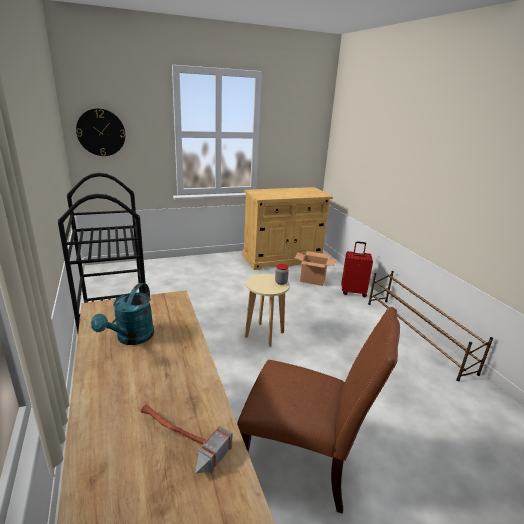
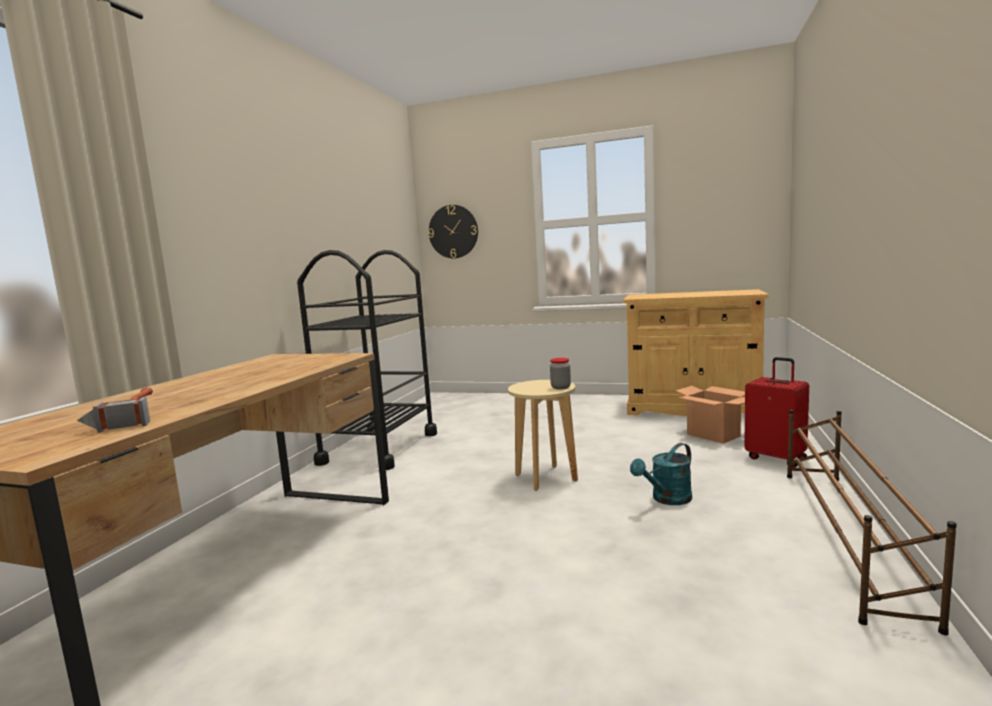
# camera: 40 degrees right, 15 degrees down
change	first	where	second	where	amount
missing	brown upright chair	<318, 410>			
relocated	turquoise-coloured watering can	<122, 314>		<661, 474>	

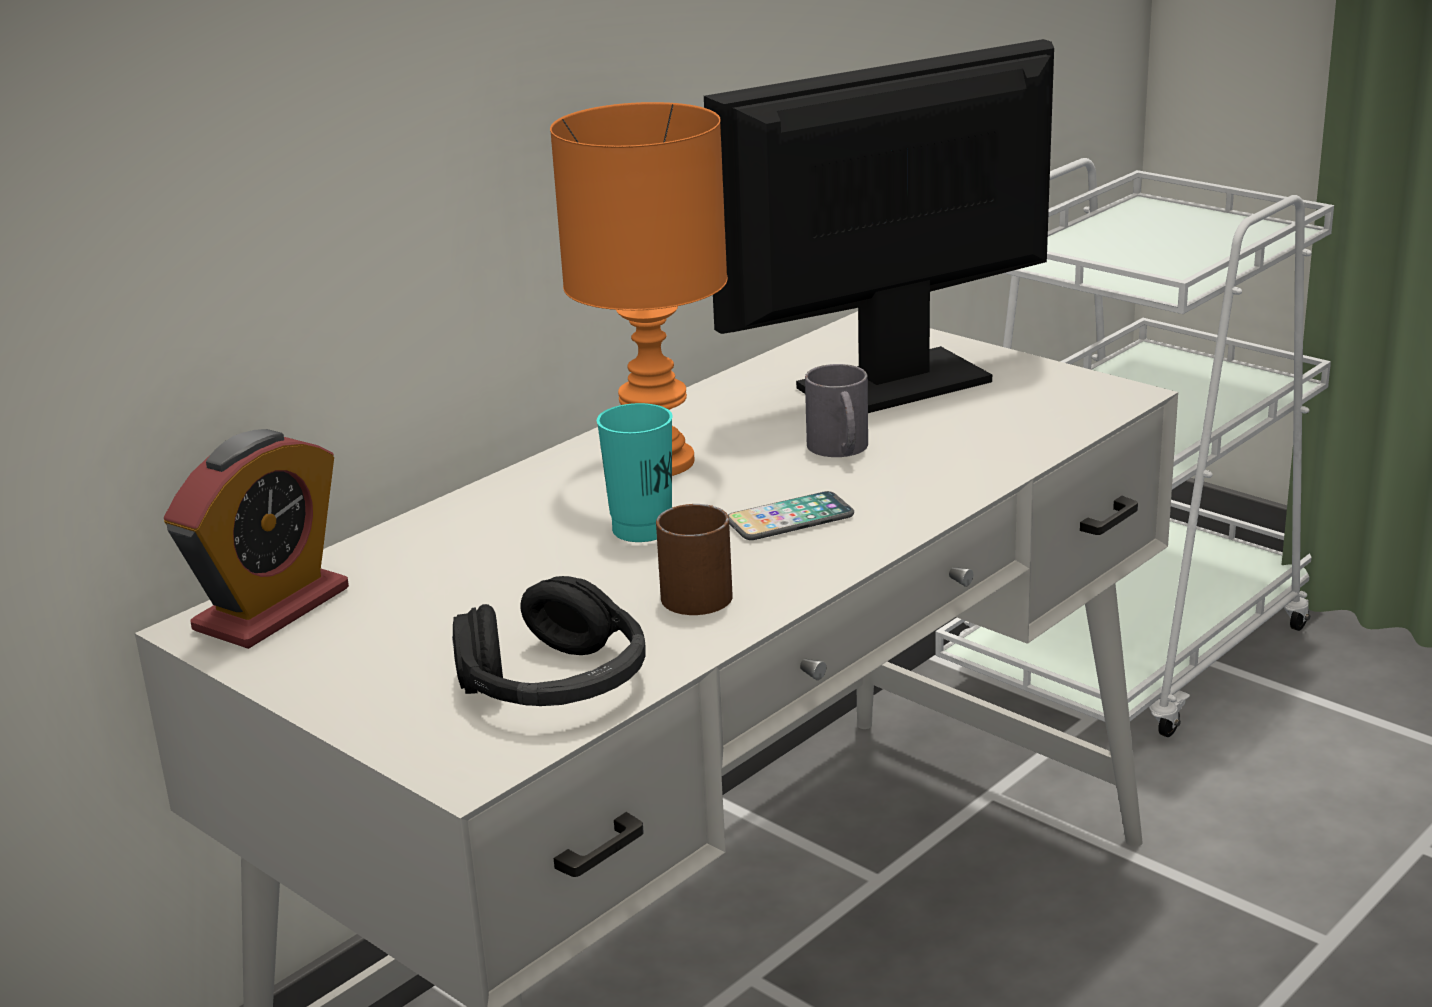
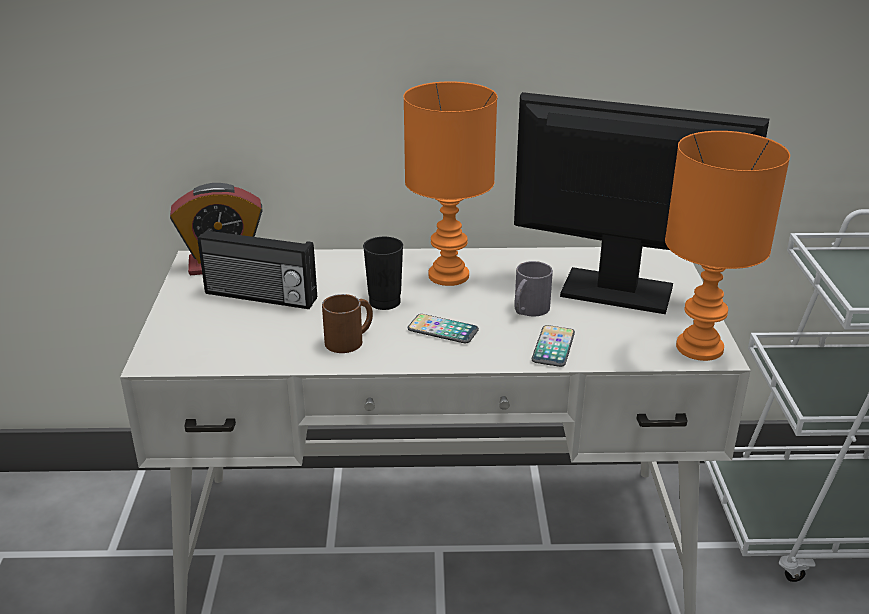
# camera: 45 degrees right, 5 degrees up
change	first	where	second	where	amount
missing	black-coloured pair of headphones	<549, 641>			
appeared			radio set	<257, 268>	
appeared			handset	<553, 346>	
appeared			orange-coloured table lamp	<727, 246>	
colour	turquoise-coloured small cup	<635, 472>	black-coloured small cup	<383, 273>	

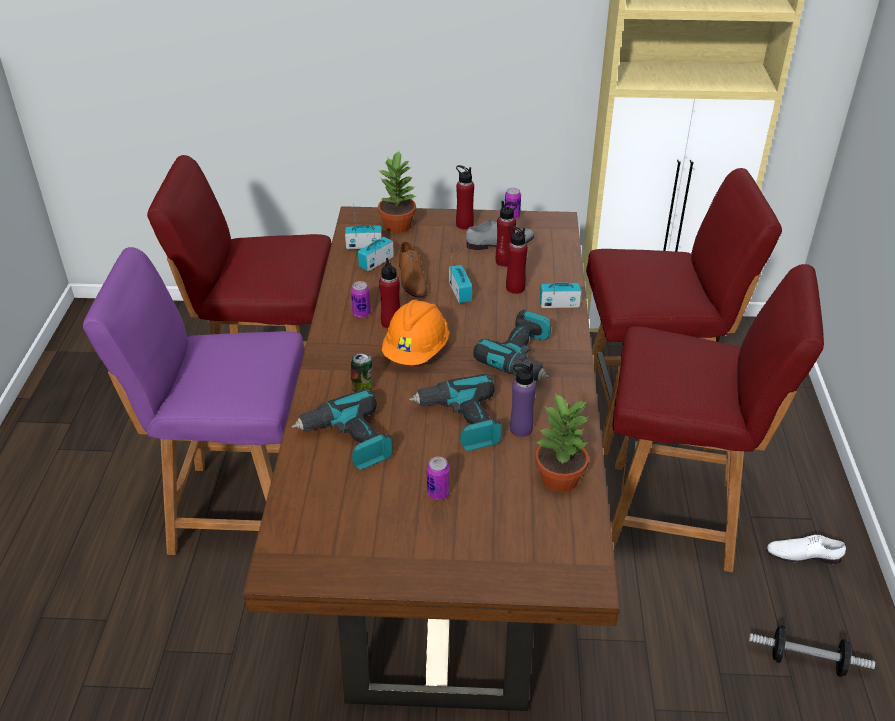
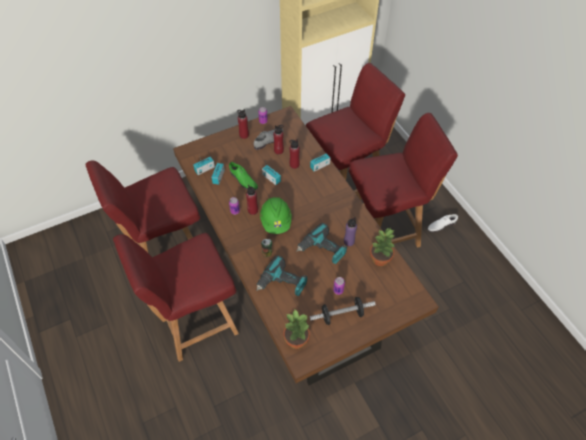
# camera: 30 degrees left, 15 degrees up
change	first	where	second	where	amount
missing	power drill	<512, 345>			
relocated	houseplant	<397, 192>		<296, 329>	
relocated	dumbbell	<812, 651>		<343, 311>	
colour	purple-coloured upright chair	<194, 401>	red-coloured upright chair	<176, 297>	
colour	orange-coloured hard hat	<415, 332>	greenish hard hat	<276, 215>	
colour	brown low shoe	<413, 269>	greenish low shoe	<243, 176>	

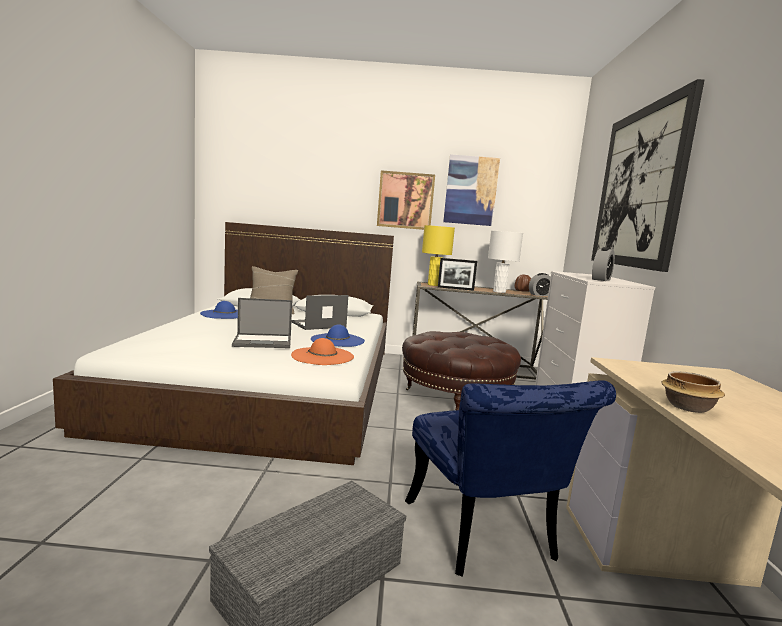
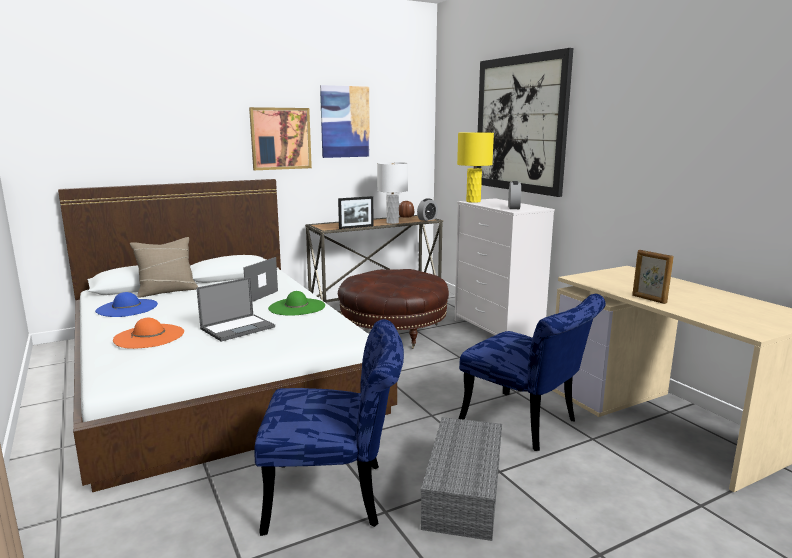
# camera: 30 degrees left, 5 degrees up
change	first	where	second	where	amount
appeared			blue upright chair	<329, 427>	
relocated	orange-coloured hat	<322, 351>		<148, 333>	
relocated	yellow table lamp	<438, 255>		<475, 167>	
exchanged	deep dish	<693, 392>	photo frame	<653, 277>	
colour	blue hat	<338, 336>	greenish hat	<296, 303>	

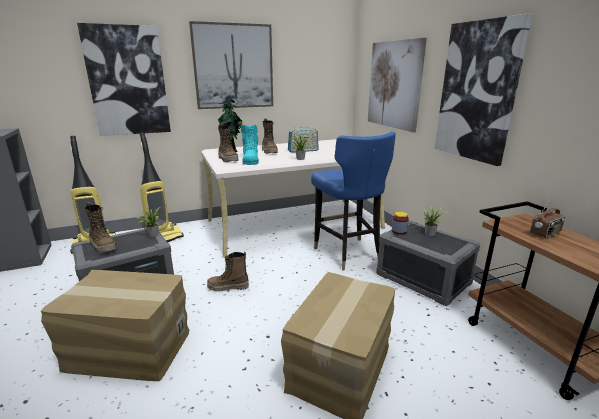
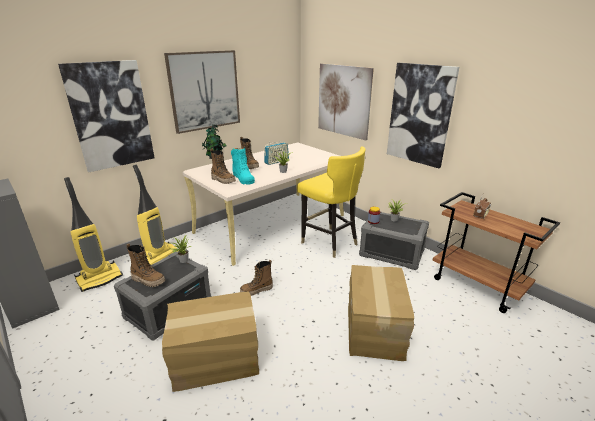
# camera: 20 degrees left, 5 degrees up
change	first	where	second	where	amount
colour	blue upright chair	<353, 201>	yellow upright chair	<331, 202>	

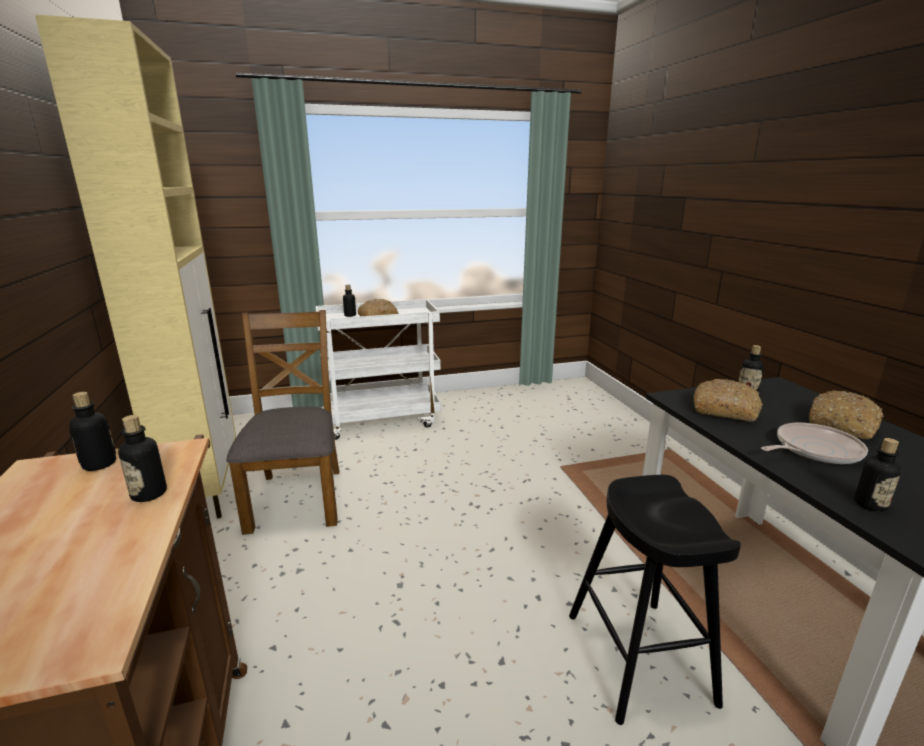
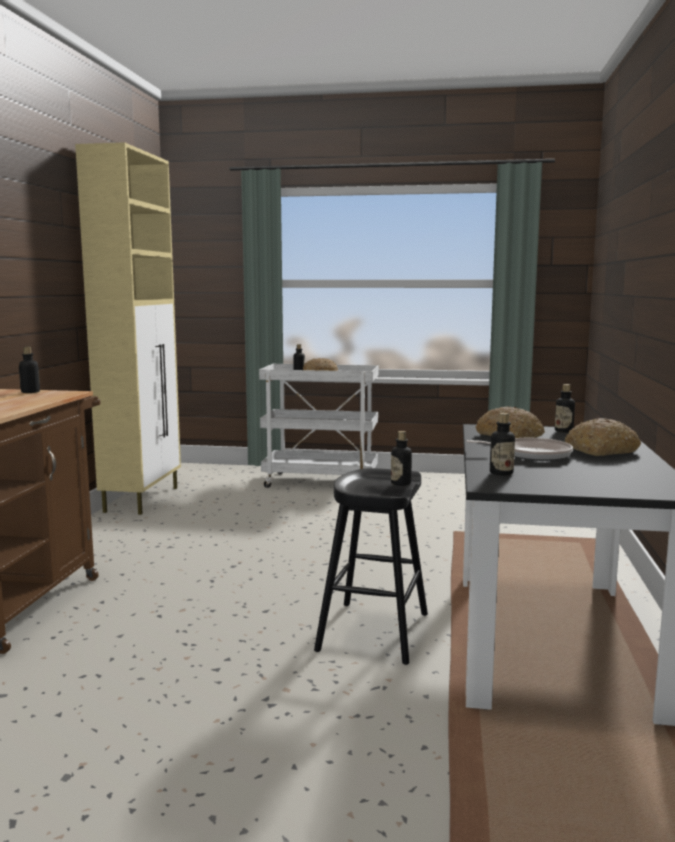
# camera: 25 degrees right, 10 degrees down
change	first	where	second	where	amount
missing	brown upright chair	<283, 422>			
relocated	bottle	<142, 458>		<401, 458>	

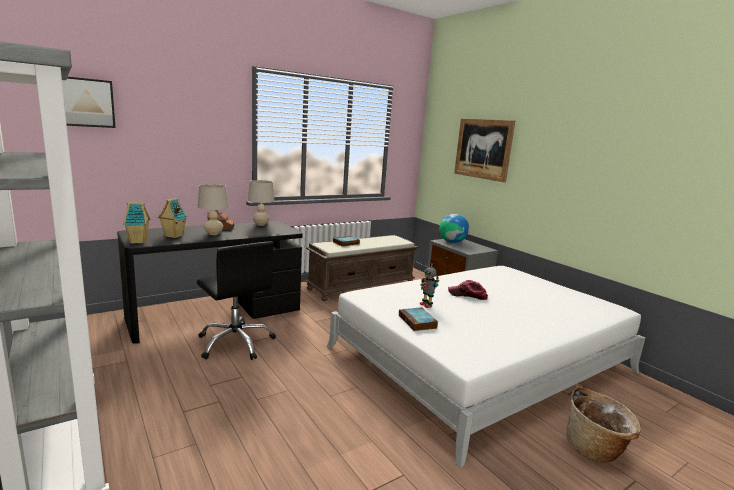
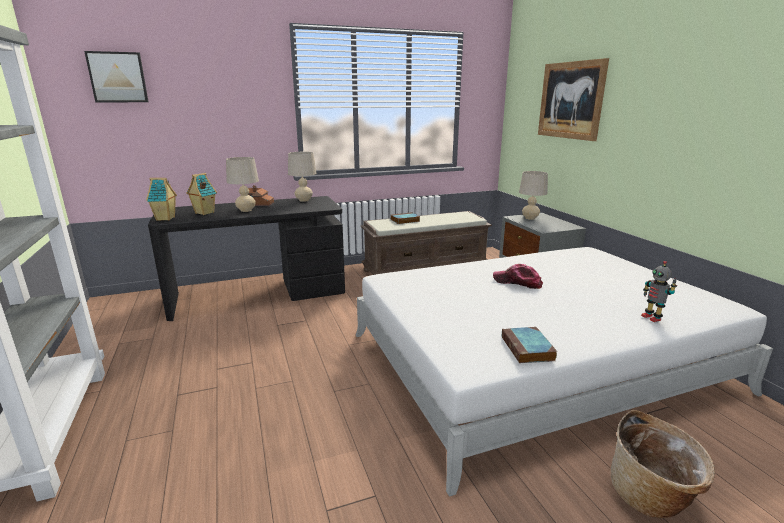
# camera: 15 degrees right, 5 degrees up
change	first	where	second	where	amount
missing	black-coloured office chair	<236, 300>			
relocated	volume	<418, 319>		<529, 345>	
relocated	model robot	<429, 285>		<659, 291>	
exchanged	desk globe	<454, 228>	beige table lamp	<533, 195>	

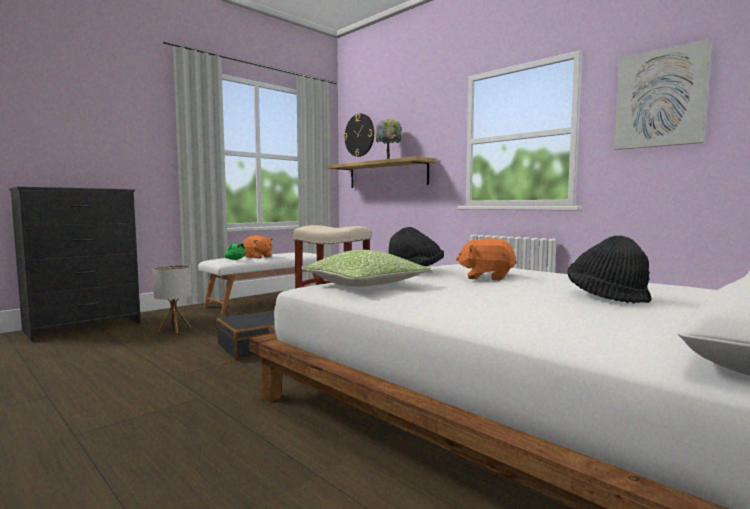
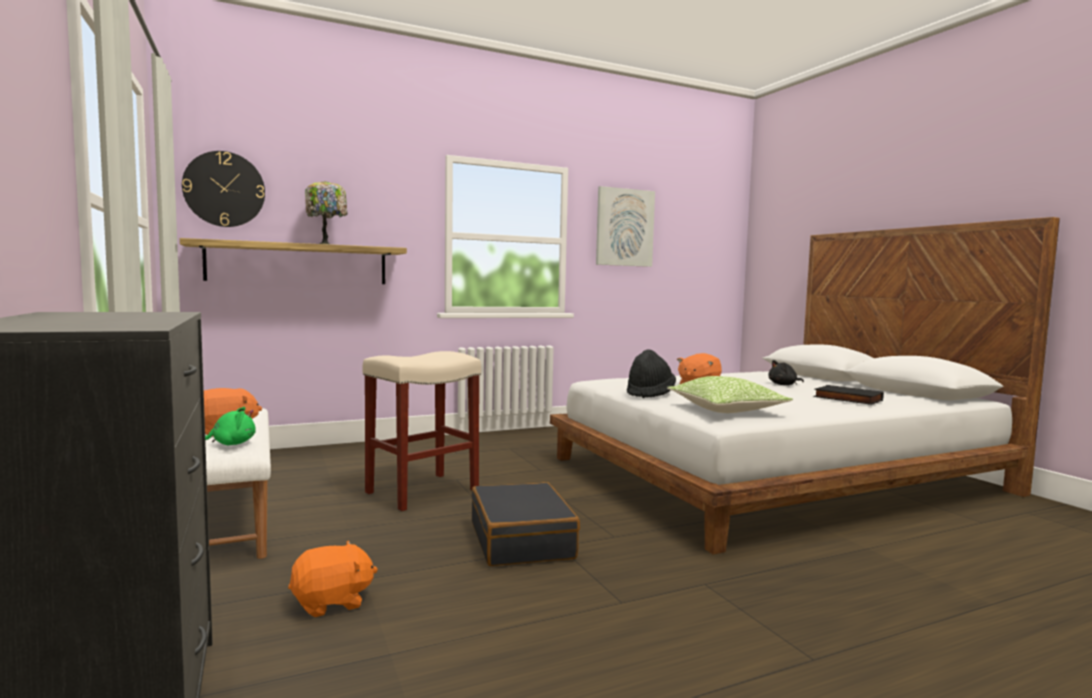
# camera: 70 degrees left, 0 degrees up
change	first	where	second	where	amount
appeared			black-coloured volume	<849, 395>	
exchanged	table lamp	<172, 299>	orange-coloured soft toy	<333, 579>	
exchanged	black-coloured hat	<610, 270>	black-coloured soft toy	<786, 372>	

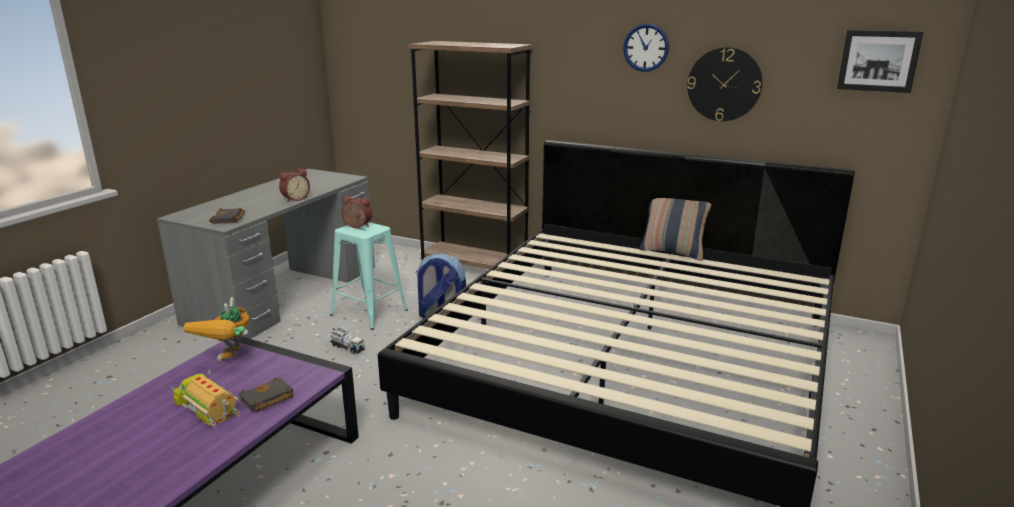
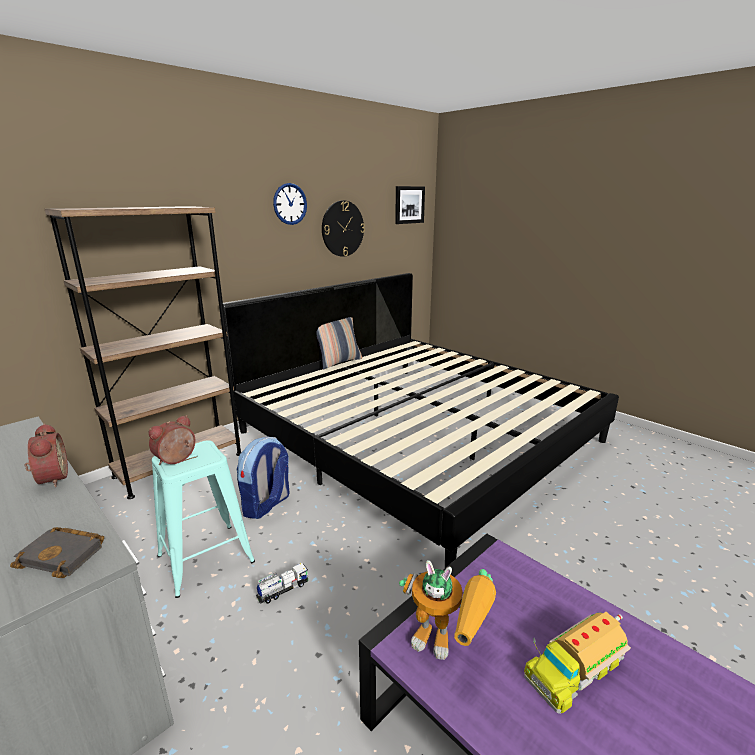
# camera: 70 degrees left, 0 degrees up
change	first	where	second	where	amount
missing	black-coloured volume	<266, 395>			

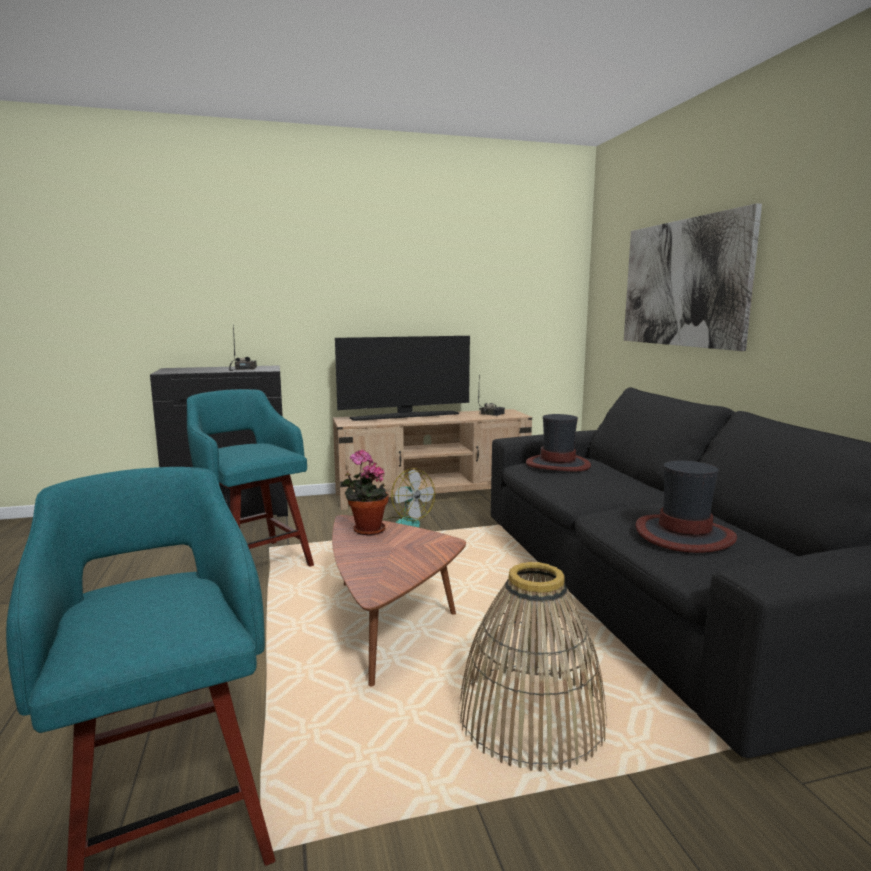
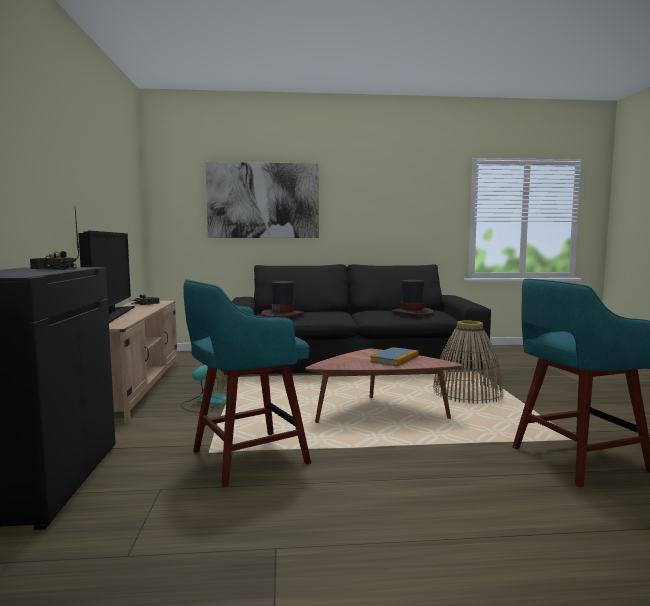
# camera: 80 degrees left, 5 degrees down
change	first	where	second	where	amount
missing	houseplant	<364, 493>			
appeared			volume	<394, 356>	

